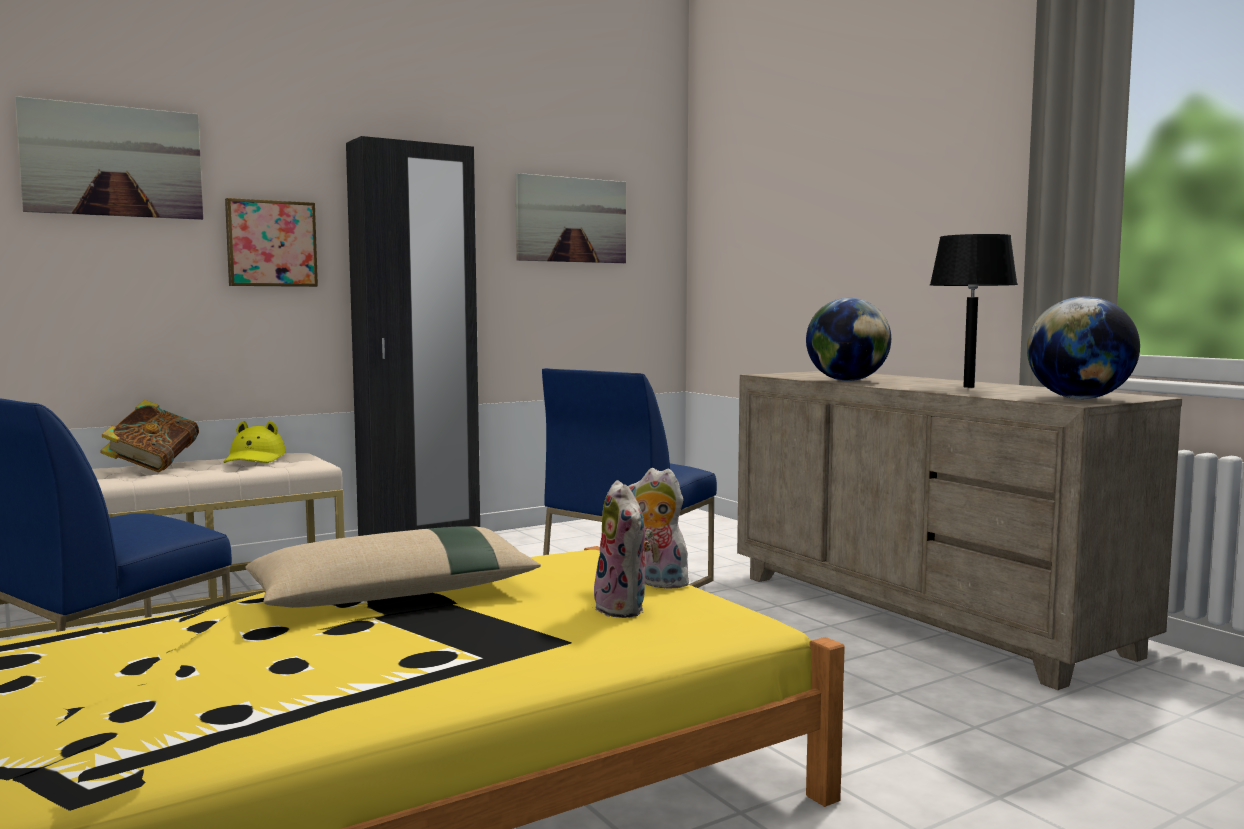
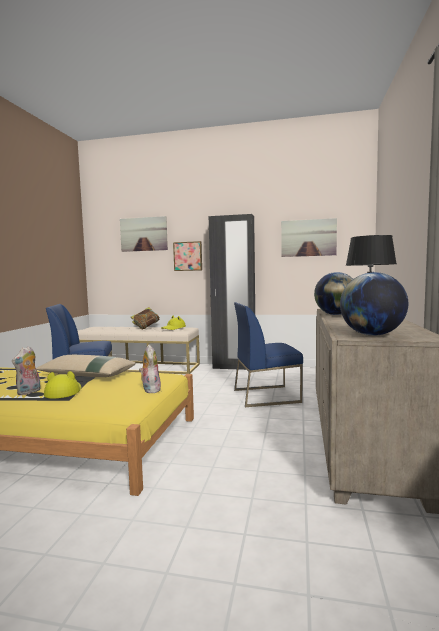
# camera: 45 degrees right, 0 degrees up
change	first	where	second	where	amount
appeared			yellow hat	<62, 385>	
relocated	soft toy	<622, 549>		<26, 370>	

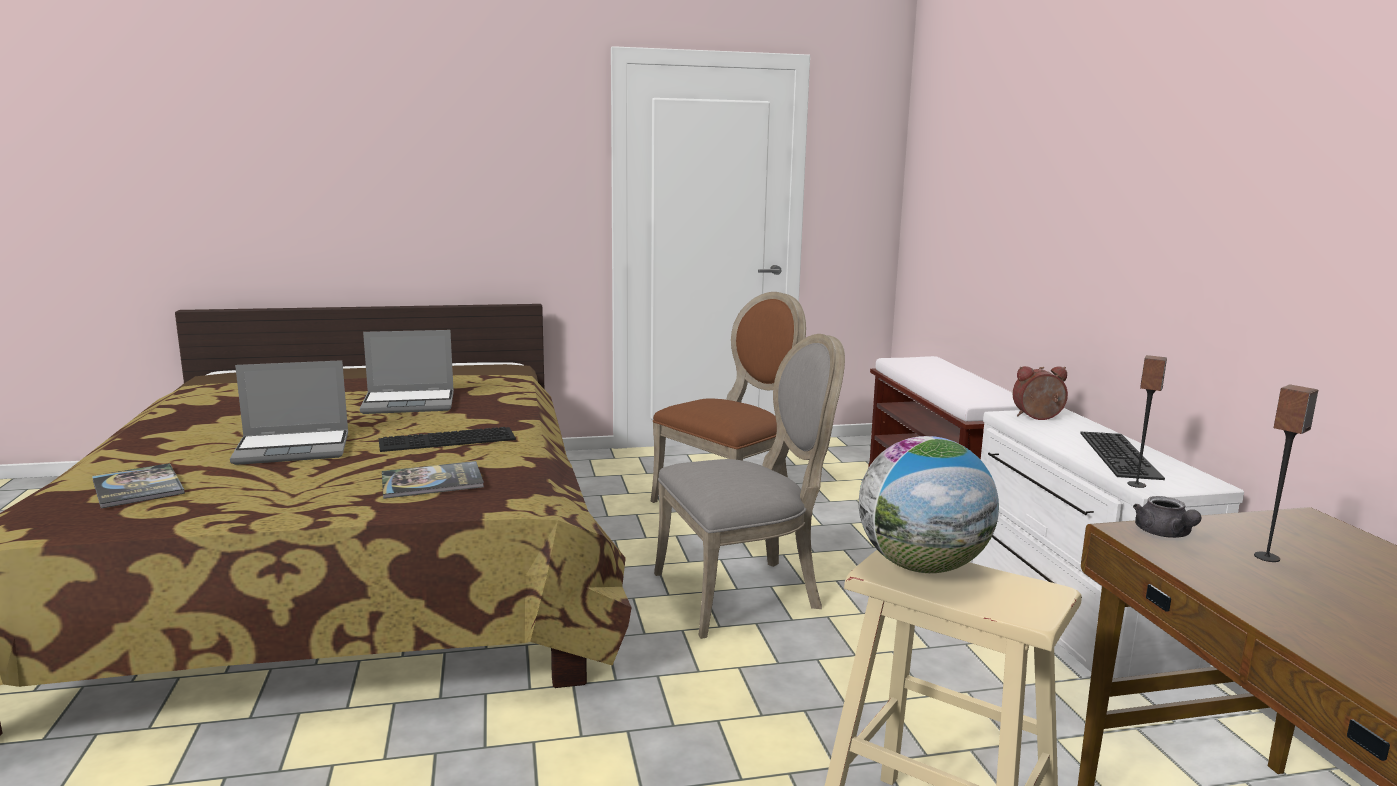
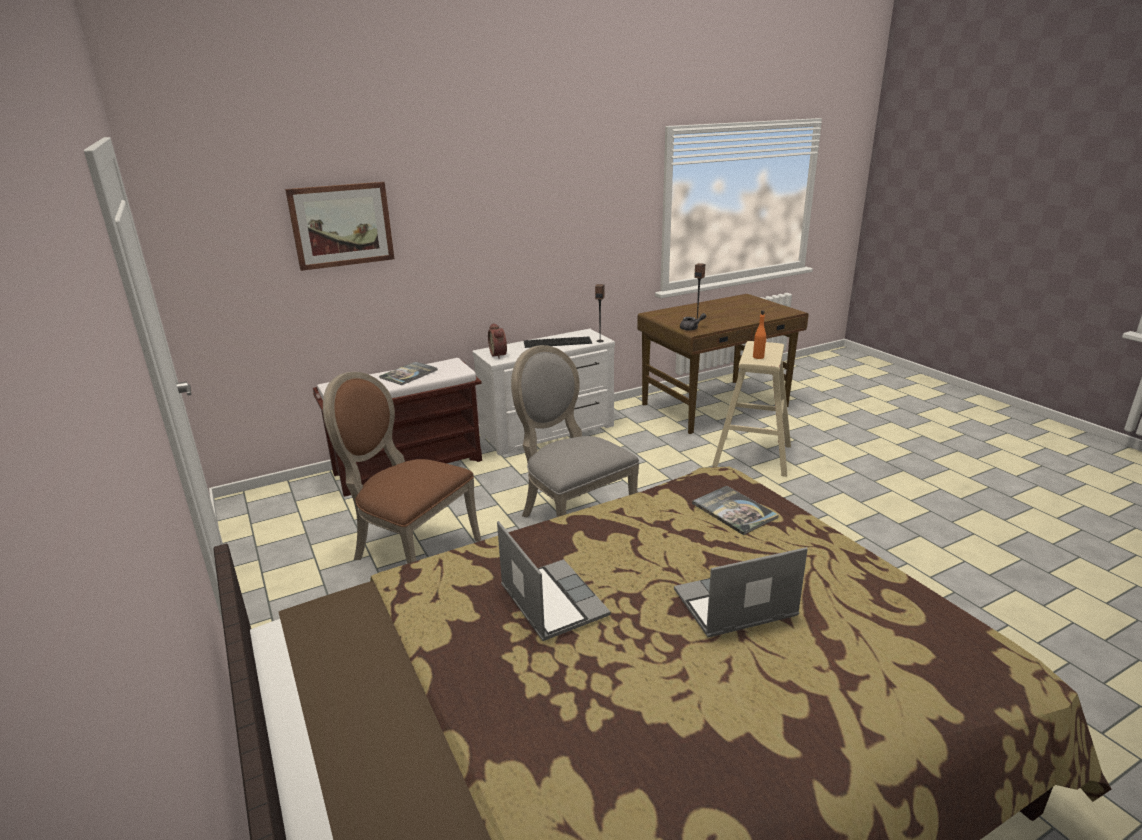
# camera: 105 degrees left, 10 degrees up
change	first	where	second	where	amount
missing	keyboard	<447, 439>			
appeared			picture	<339, 226>	
relocated	volume	<138, 485>		<408, 373>	
exchanged	desk globe	<929, 504>	orange-coloured bottle	<759, 334>	
spun	laptop	<289, 412>		<741, 592>	75 degrees counterclockwise

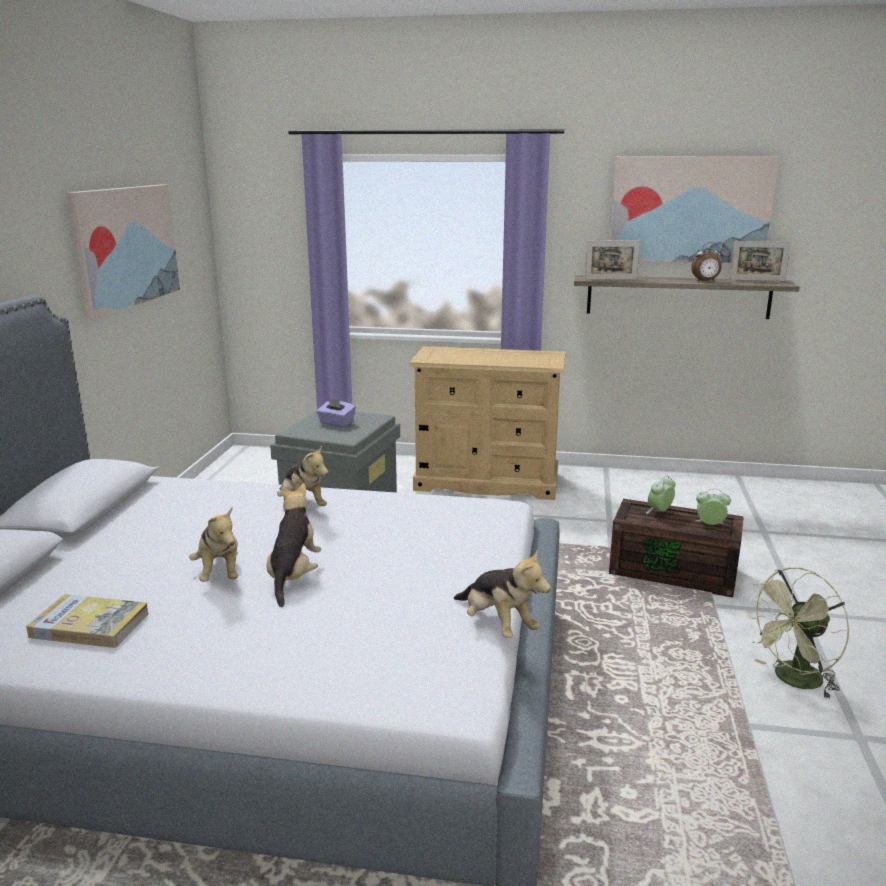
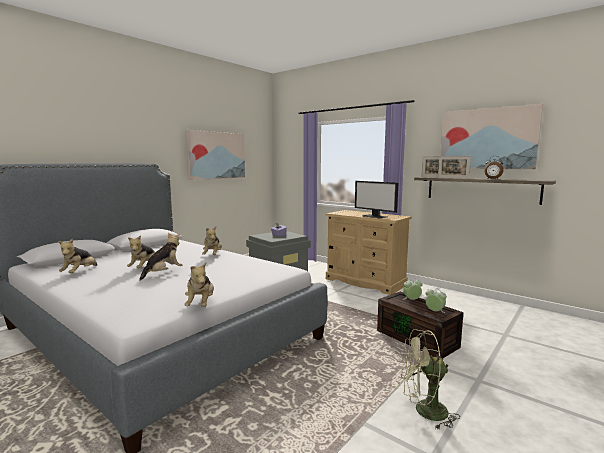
# camera: 30 degrees right, 10 degrees down
change	first	where	second	where	amount
appeared			monitor	<376, 199>	
relocated	photo frame	<760, 261>		<454, 167>	
exchanged	volume	<87, 621>	soft toy	<77, 256>	

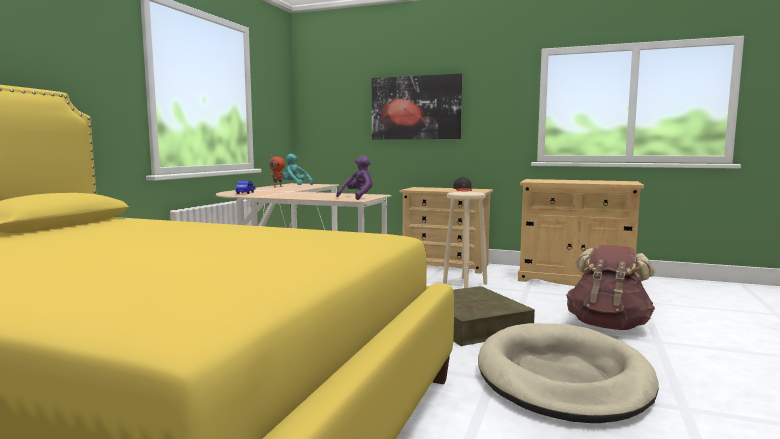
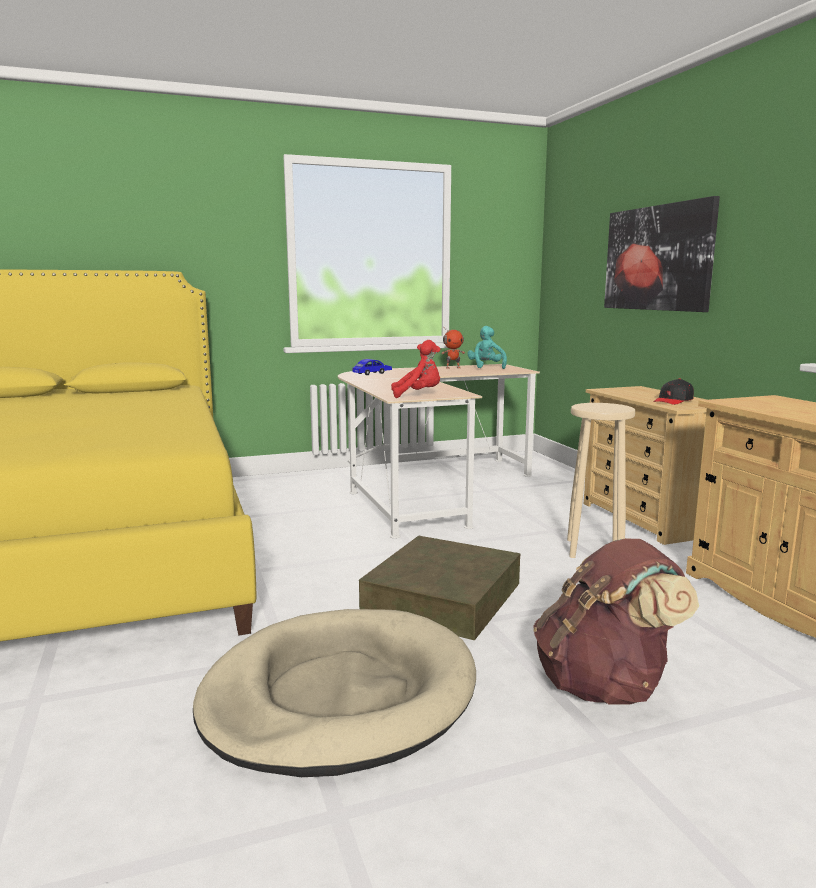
# camera: 50 degrees right, 5 degrees up
change	first	where	second	where	amount
colour	purple-coloured soft toy	<354, 178>	red-coloured soft toy	<415, 369>	

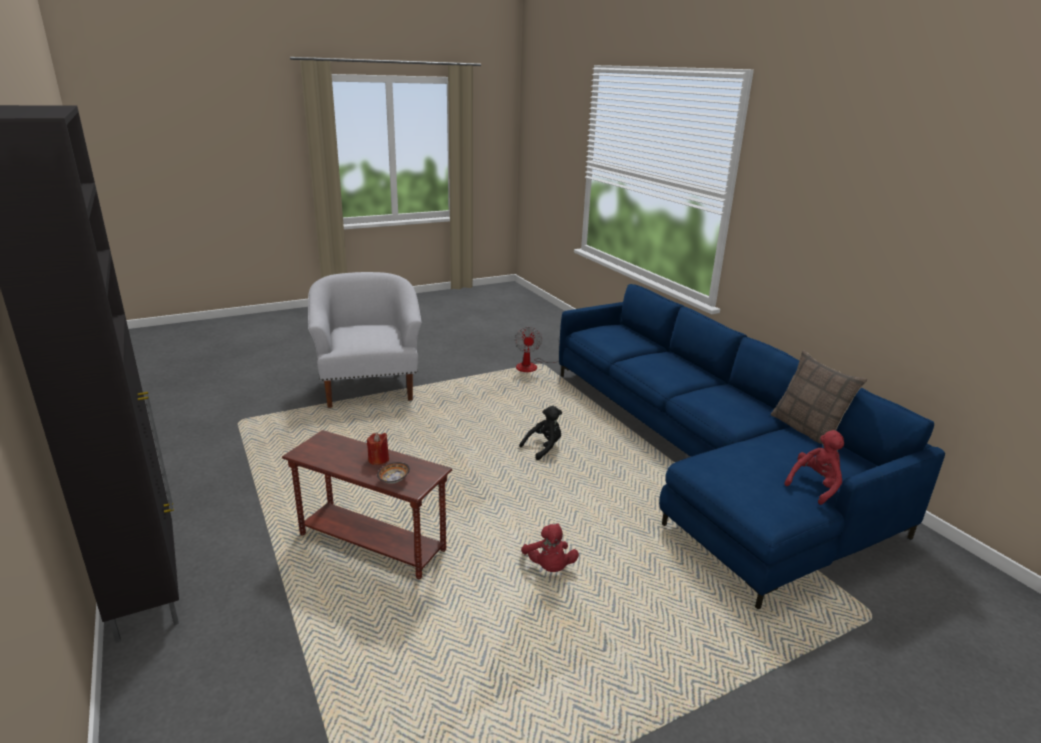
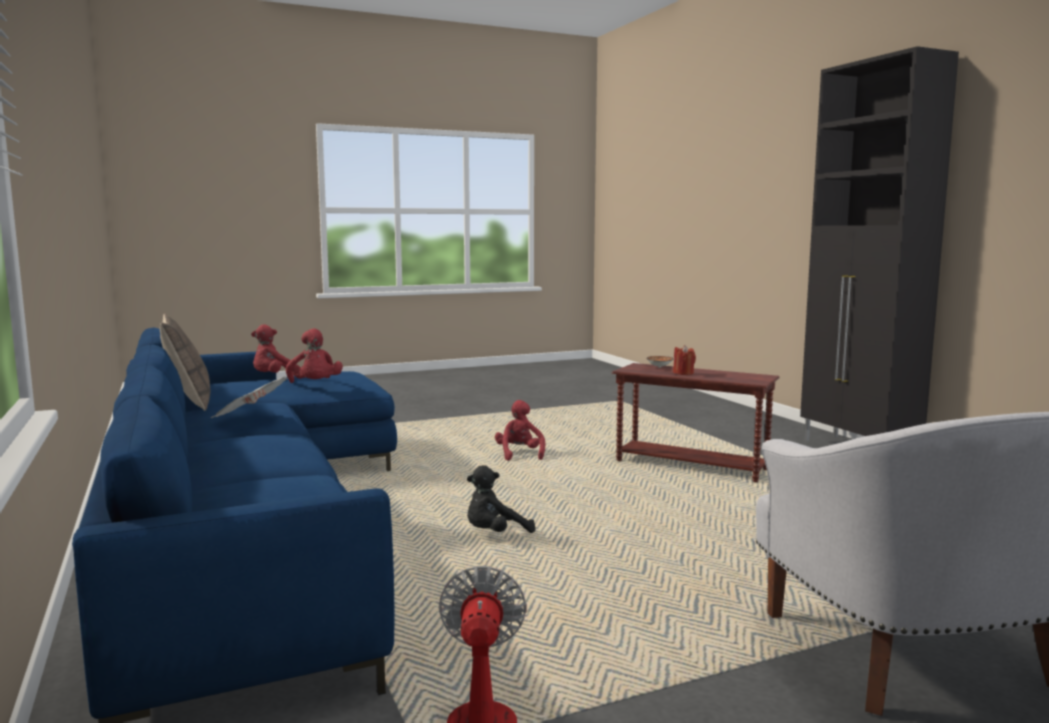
# camera: 175 degrees left, 15 degrees down
change	first	where	second	where	amount
appeared			newspaper	<249, 397>	
appeared			red-coloured soft toy	<314, 355>	

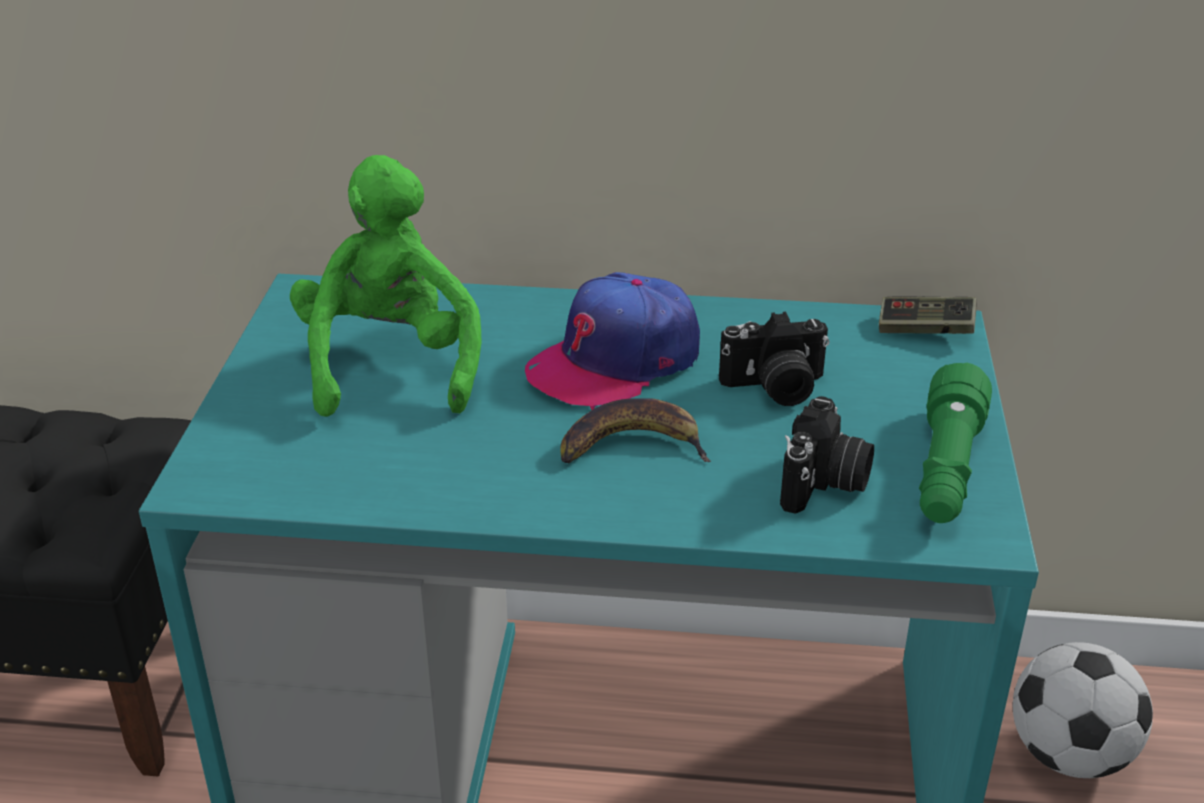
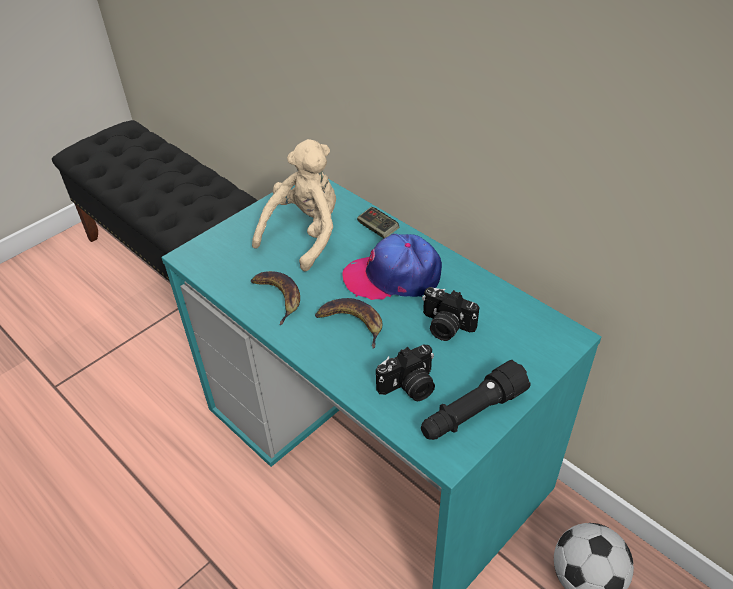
# camera: 40 degrees right, 10 degrees up
change	first	where	second	where	amount
appeared			whole banana	<275, 298>	
relocated	joypad	<928, 315>		<378, 222>	
colour	greenish soft toy	<386, 286>	beige soft toy	<294, 205>	
colour	greenish hand torch	<955, 443>	black-coloured hand torch	<476, 400>	

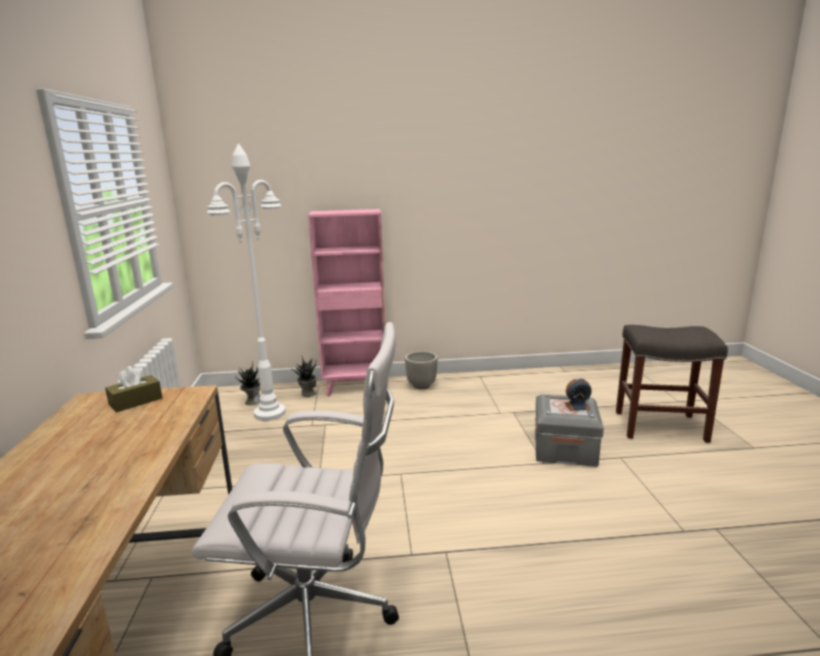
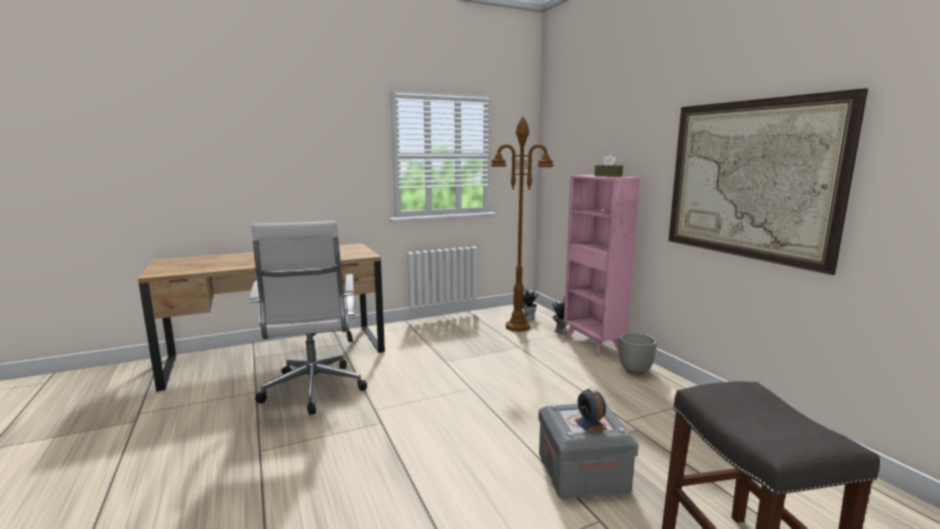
# camera: 70 degrees right, 5 degrees down
change	first	where	second	where	amount
appeared			picture	<768, 181>	
relocated	brown box of tissues	<134, 389>		<609, 166>	
colour	white standard lamp	<246, 282>	brown standard lamp	<522, 224>	

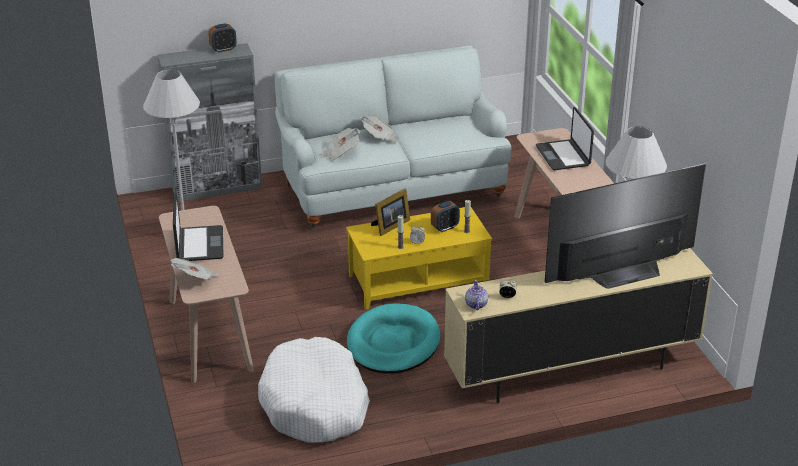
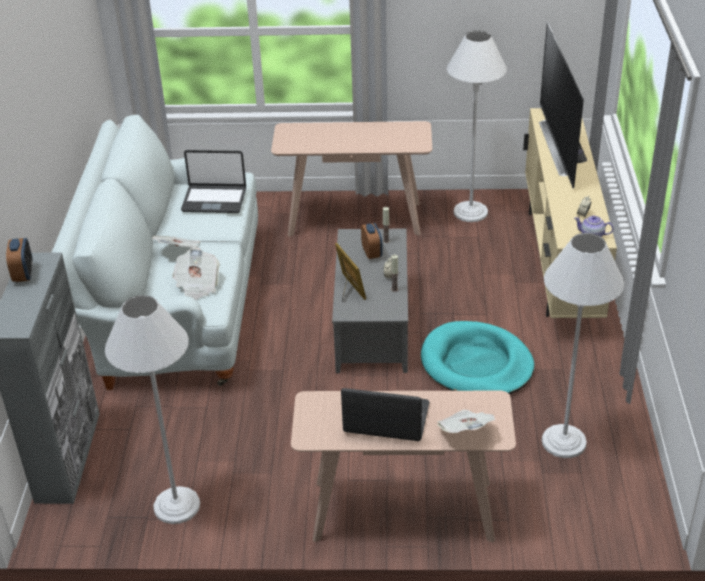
# camera: 70 degrees left, 5 degrees up
change	first	where	second	where	amount
relocated	laptop	<565, 138>		<213, 181>	
exchanged	white pet bed	<314, 390>	white standard lamp	<583, 345>	
colour	yellow coffee table	<419, 258>	greyish coffee table	<370, 301>	

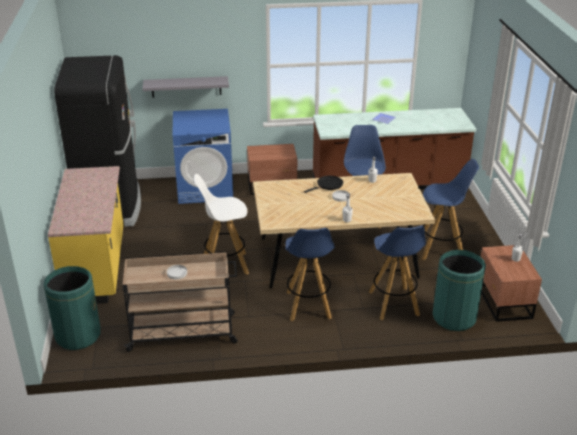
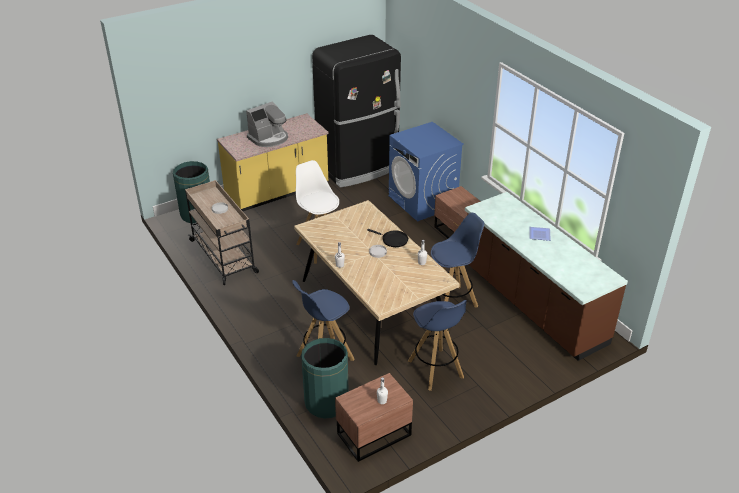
# camera: 65 degrees right, 5 degrees up
change	first	where	second	where	amount
missing	greyish bracket shelf	<186, 87>			
missing	blue stool seat	<310, 274>			
appeared			coffee brewer	<267, 124>	

